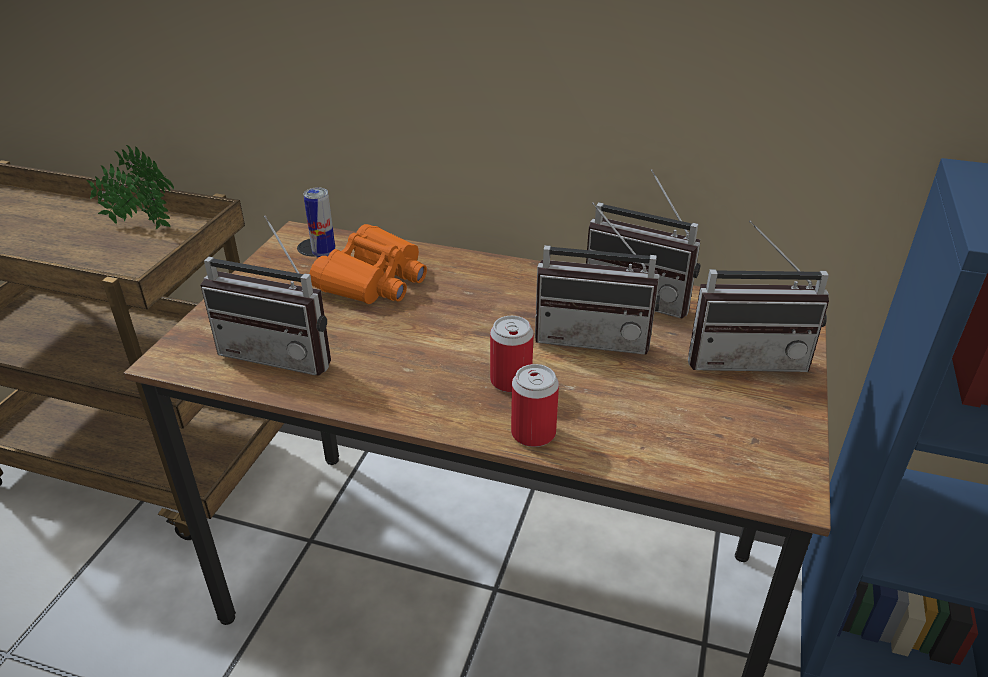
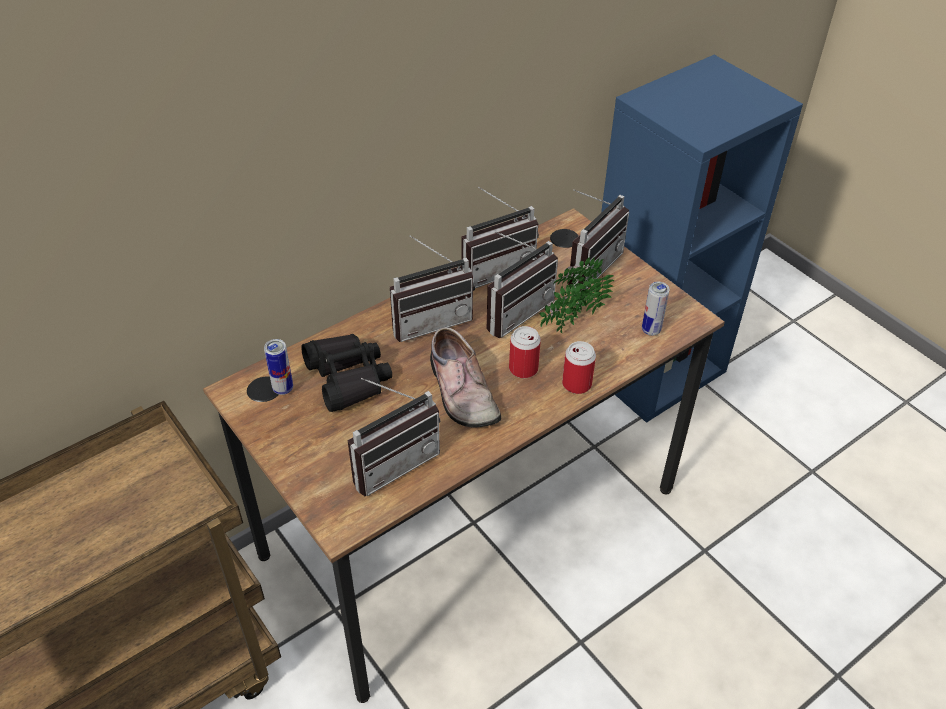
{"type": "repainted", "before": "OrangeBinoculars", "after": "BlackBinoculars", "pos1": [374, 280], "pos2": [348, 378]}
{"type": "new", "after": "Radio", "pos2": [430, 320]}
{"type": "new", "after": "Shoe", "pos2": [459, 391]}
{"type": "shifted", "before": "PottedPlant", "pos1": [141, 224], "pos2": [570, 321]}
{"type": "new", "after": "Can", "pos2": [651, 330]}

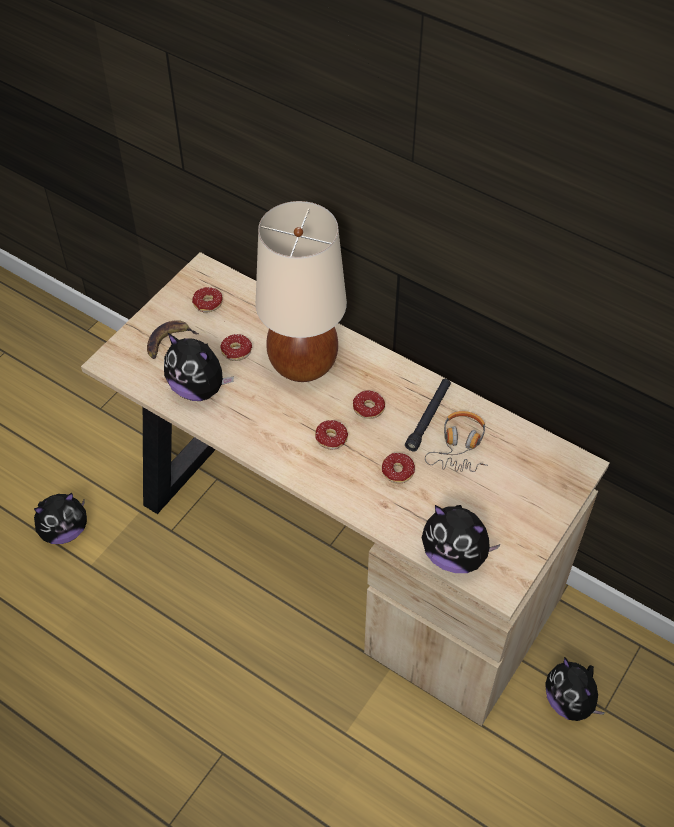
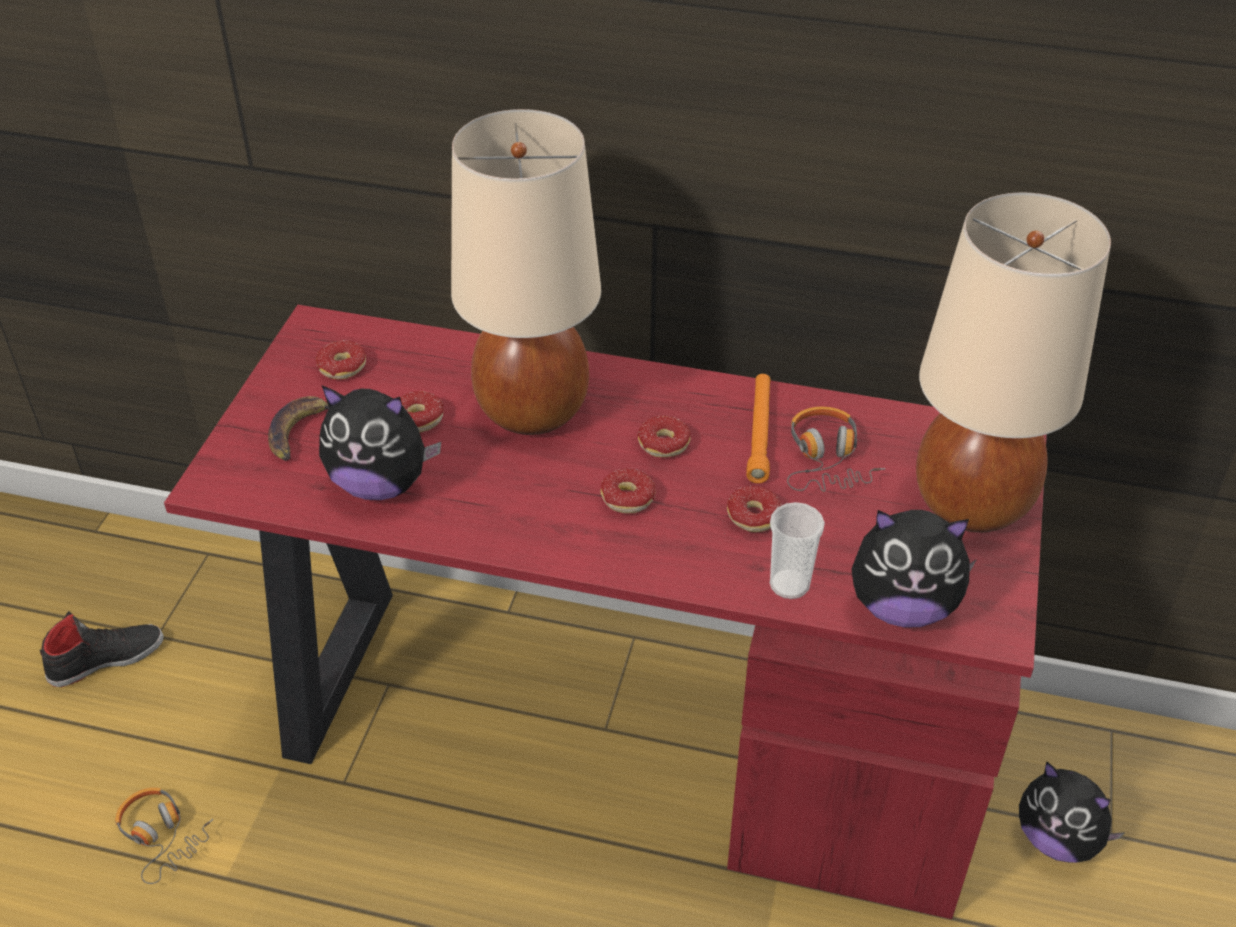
{"type": "new", "after": "BlackShoe", "pos2": [106, 658]}
{"type": "swapped", "before": "PlushToy", "after": "Headphones", "pos1": [64, 531], "pos2": [161, 836]}
{"type": "repainted", "before": "BeigeDesk", "after": "RedDesk", "pos1": [337, 547], "pos2": [618, 728]}
{"type": "repainted", "before": "BlackFlashlight", "after": "OrangeFlashlight", "pos1": [428, 417], "pos2": [759, 433]}
{"type": "new", "after": "Cup", "pos2": [789, 584]}
{"type": "new", "after": "BeigeTableLamp", "pos2": [970, 503]}

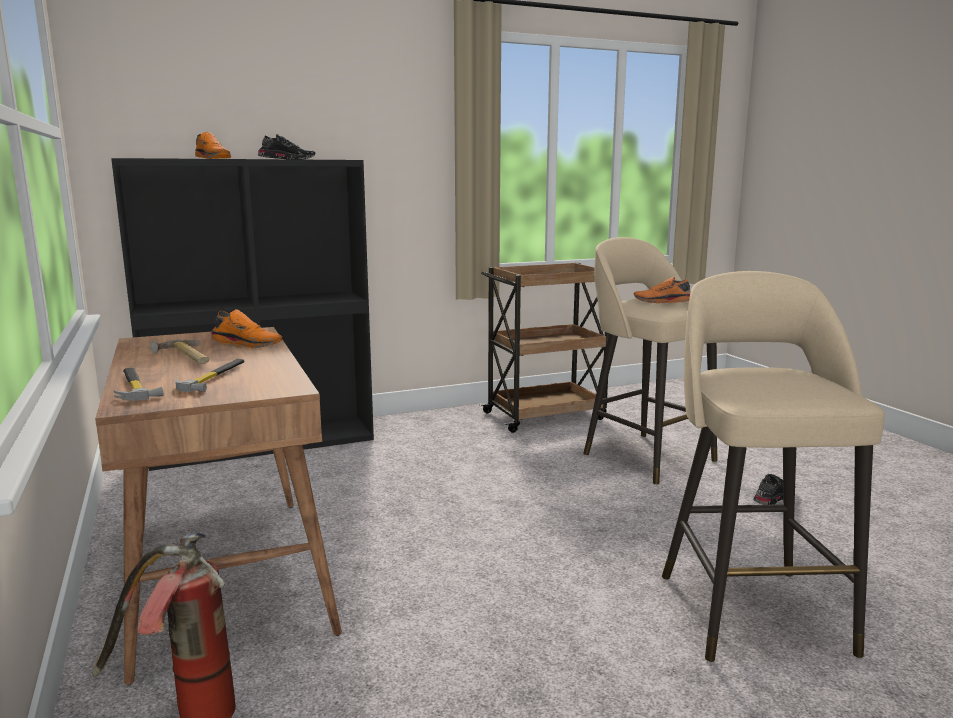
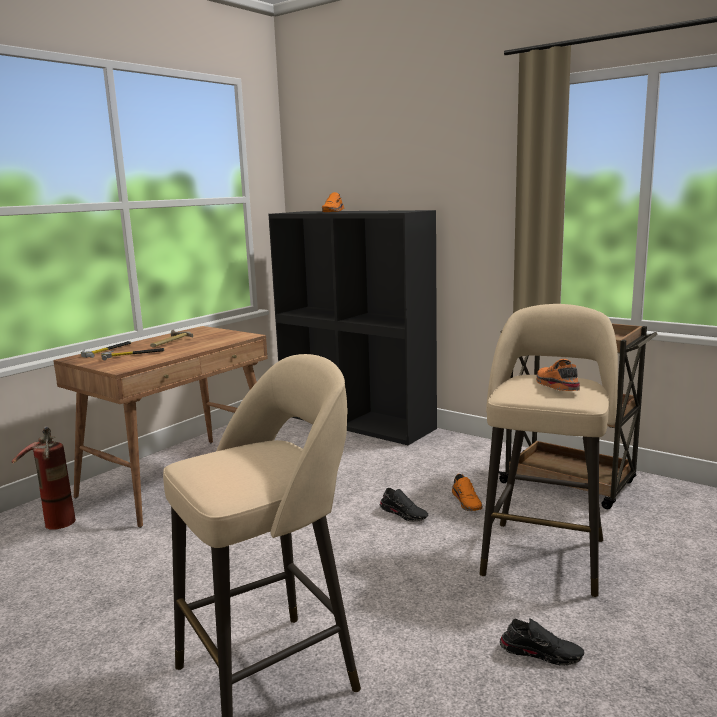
{"type": "shifted", "before": "BlackShoe", "pos1": [287, 160], "pos2": [404, 513]}
{"type": "shifted", "before": "OrangeShoe", "pos1": [248, 344], "pos2": [467, 502]}

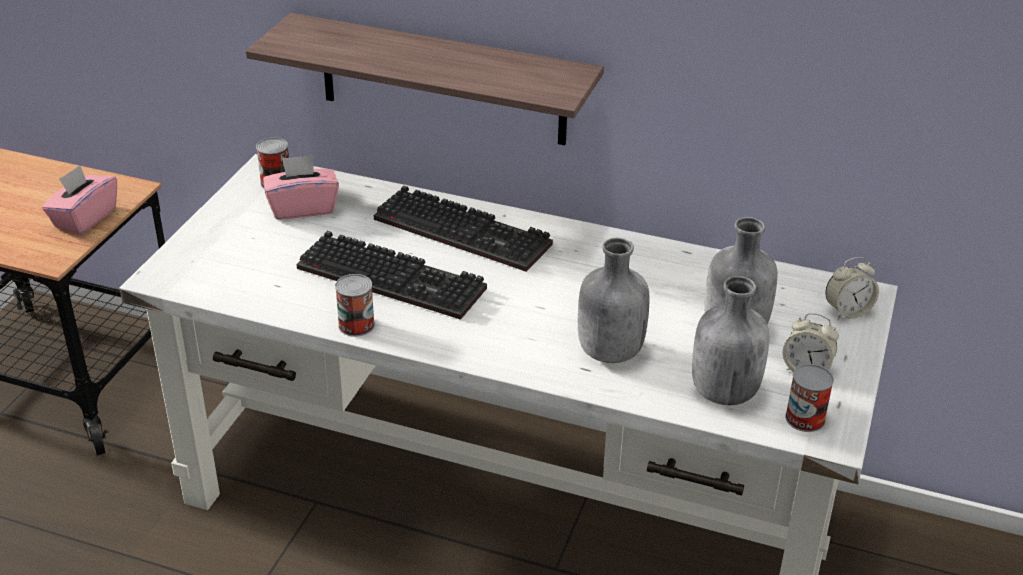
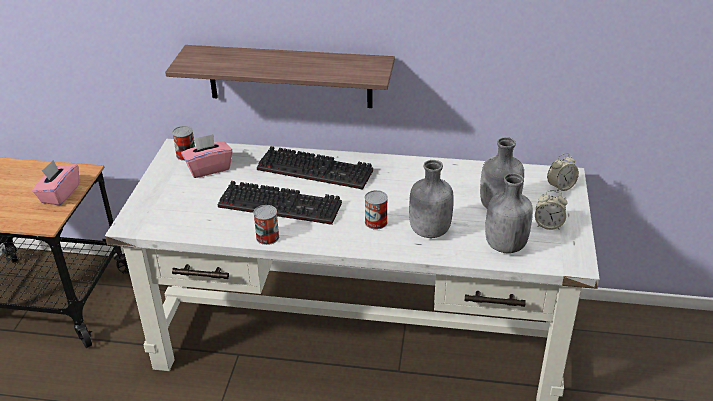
{"type": "shifted", "before": "Can", "pos1": [805, 418], "pos2": [376, 222]}

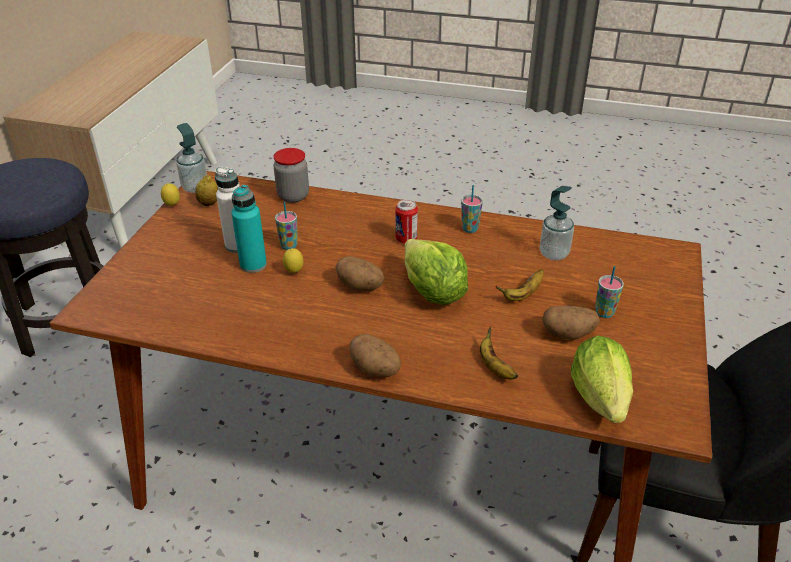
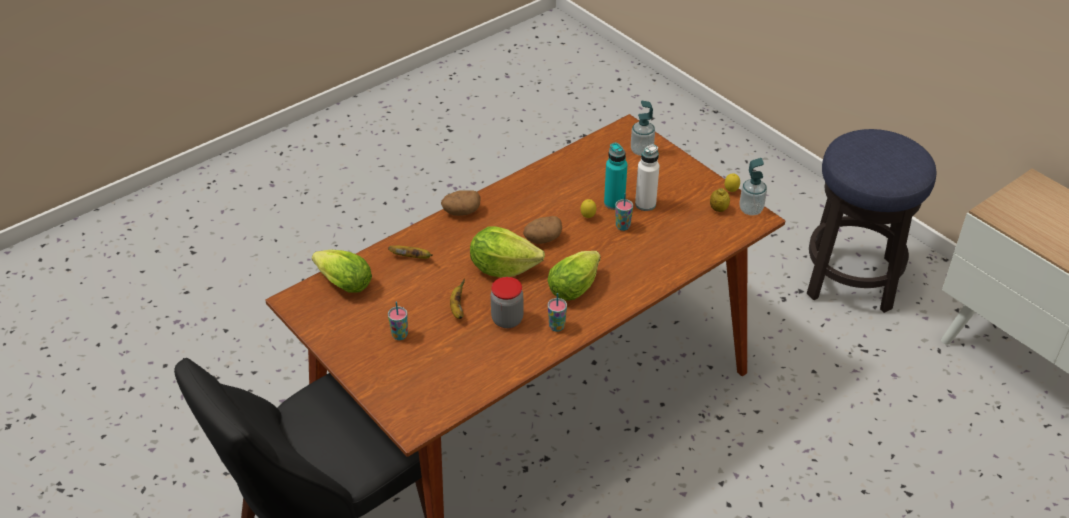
{"type": "shifted", "before": "Jar", "pos1": [293, 196], "pos2": [507, 319]}
{"type": "swapped", "before": "Can", "after": "Lettuce", "pos1": [406, 239], "pos2": [576, 286]}
{"type": "shifted", "before": "SoapDispenser", "pos1": [554, 254], "pos2": [641, 151]}
{"type": "gone", "before": "Potato", "pos1": [568, 334]}

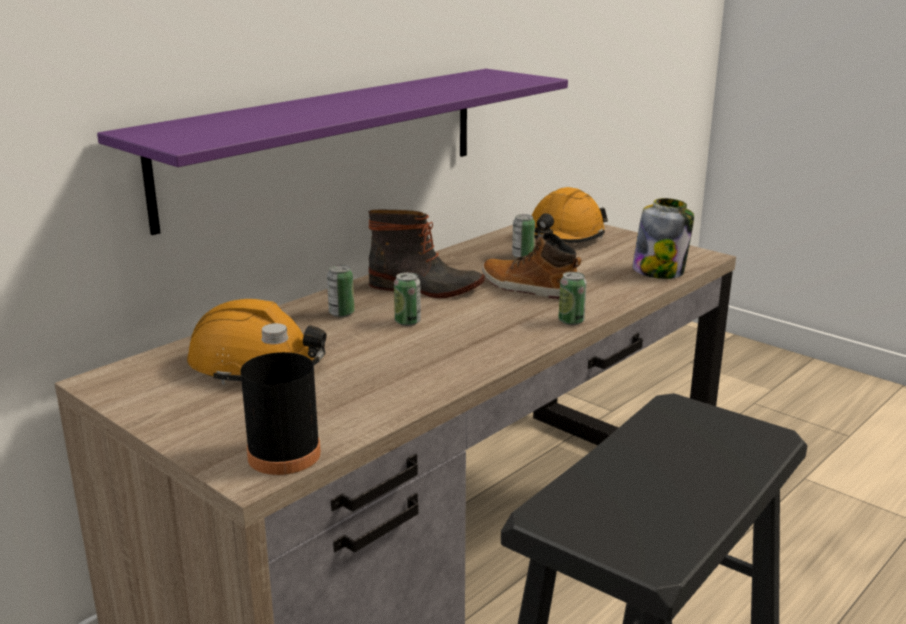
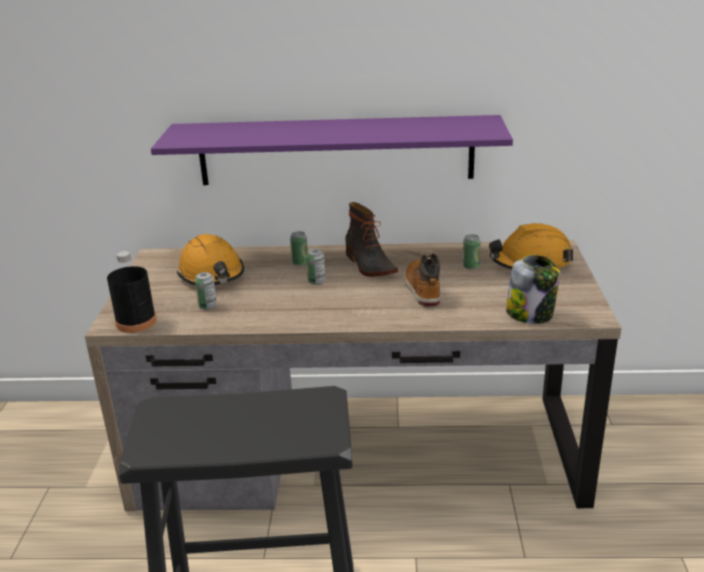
{"type": "shifted", "before": "Can", "pos1": [571, 321], "pos2": [207, 306]}

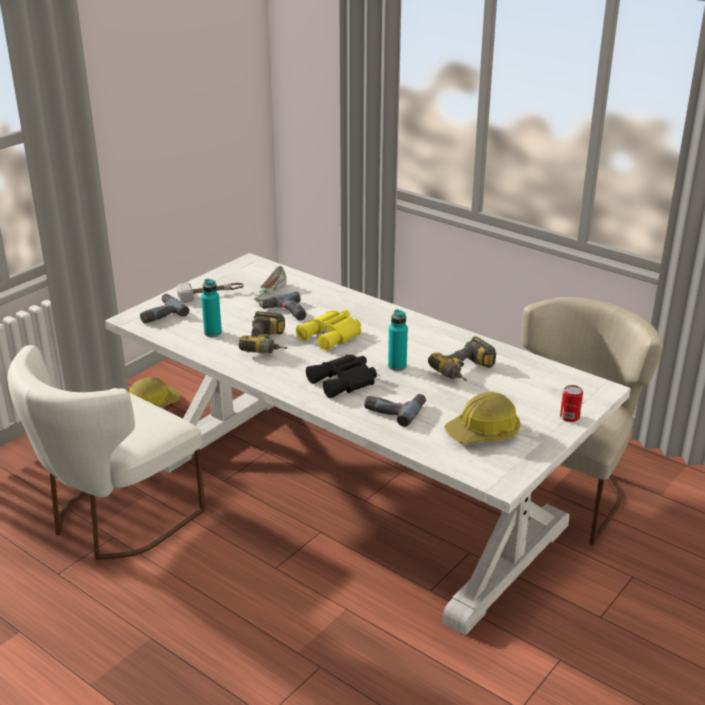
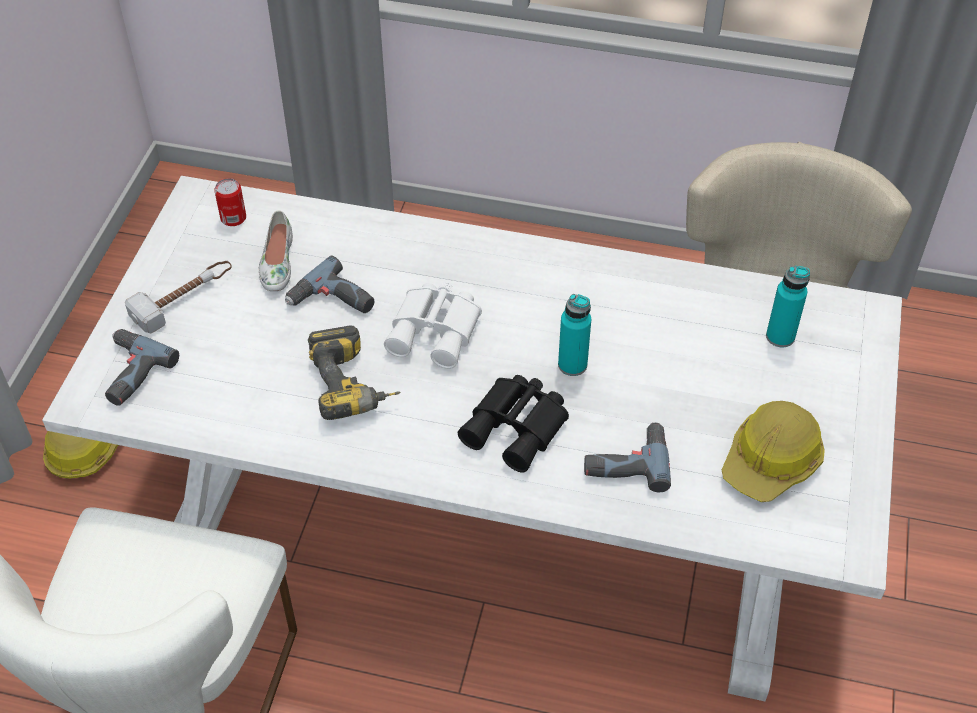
{"type": "shifted", "before": "Can", "pos1": [569, 417], "pos2": [233, 218]}
{"type": "repainted", "before": "YellowBinoculars", "after": "WhiteBinoculars", "pos1": [332, 336], "pos2": [437, 330]}
{"type": "shifted", "before": "TurquoiseBottle", "pos1": [213, 333], "pos2": [780, 336]}
{"type": "gone", "before": "PowerDrill", "pos1": [466, 372]}

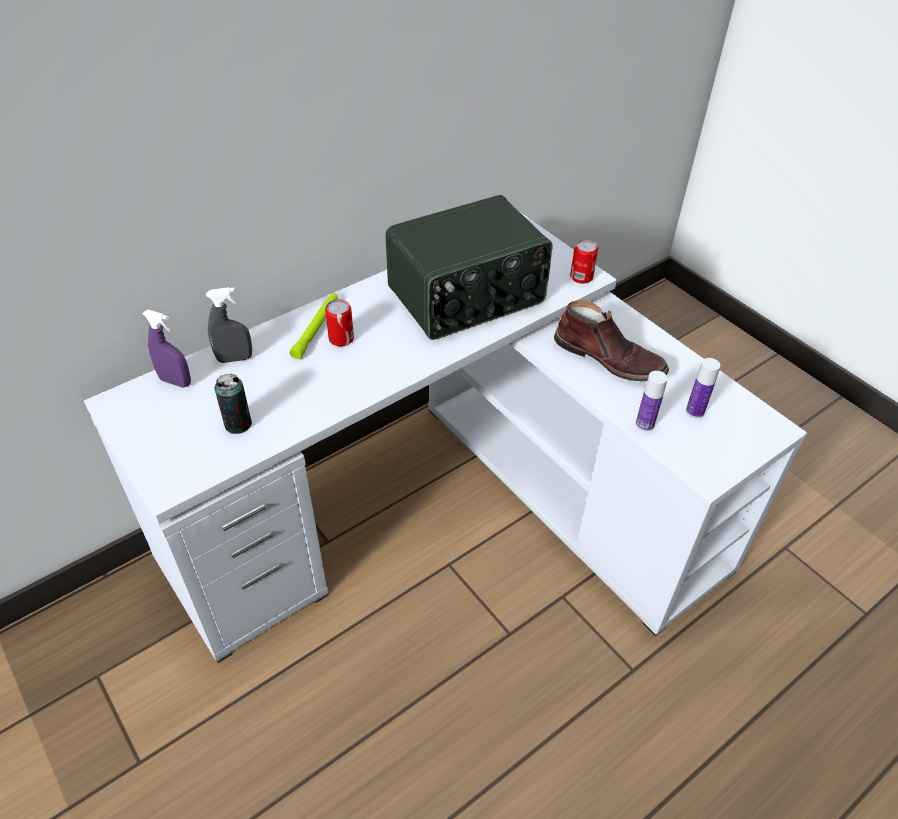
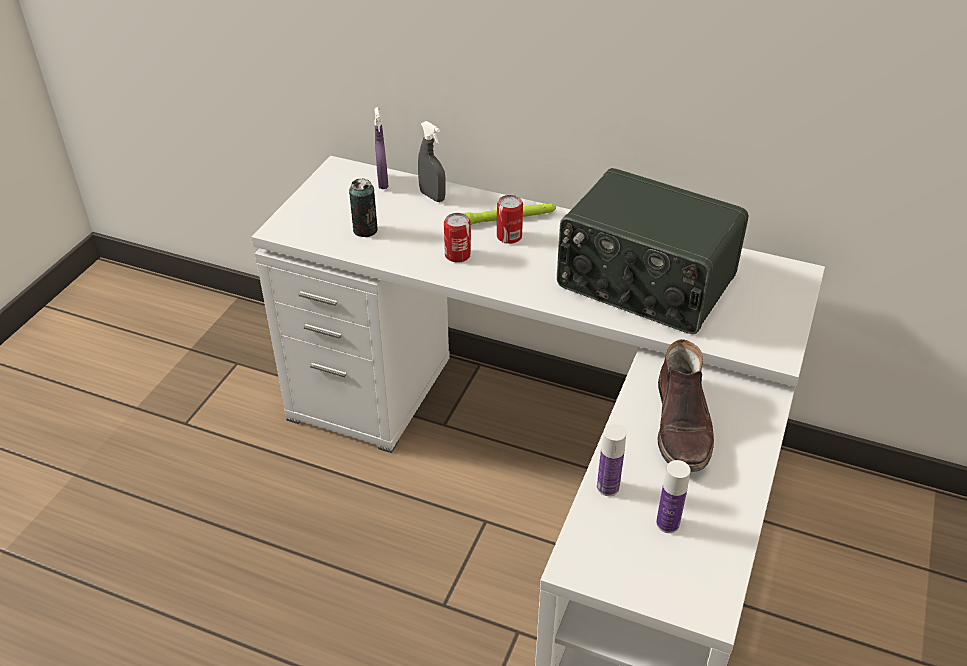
{"type": "shifted", "before": "Can", "pos1": [581, 277], "pos2": [457, 255]}

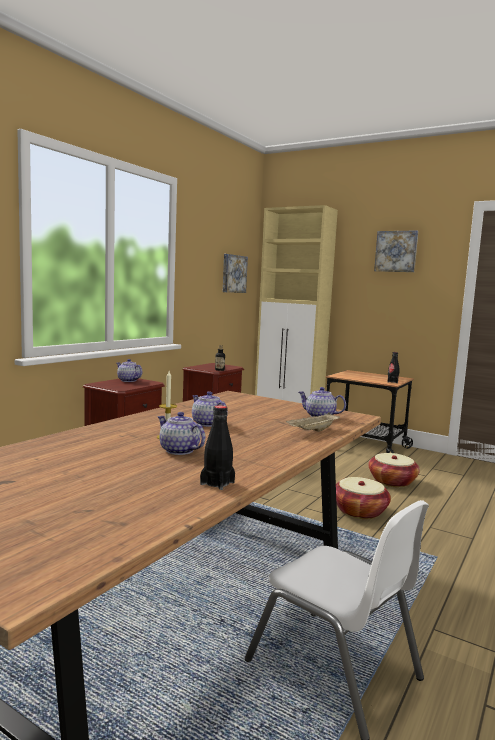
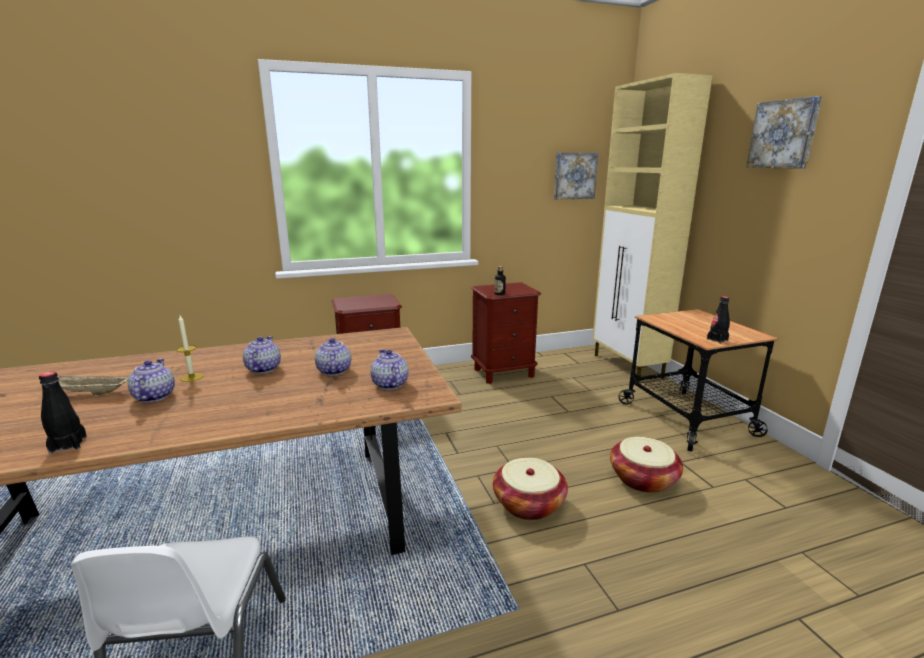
{"type": "shifted", "before": "BeigeTray", "pos1": [313, 431], "pos2": [91, 393]}
{"type": "shifted", "before": "Teapot", "pos1": [128, 380], "pos2": [333, 371]}

